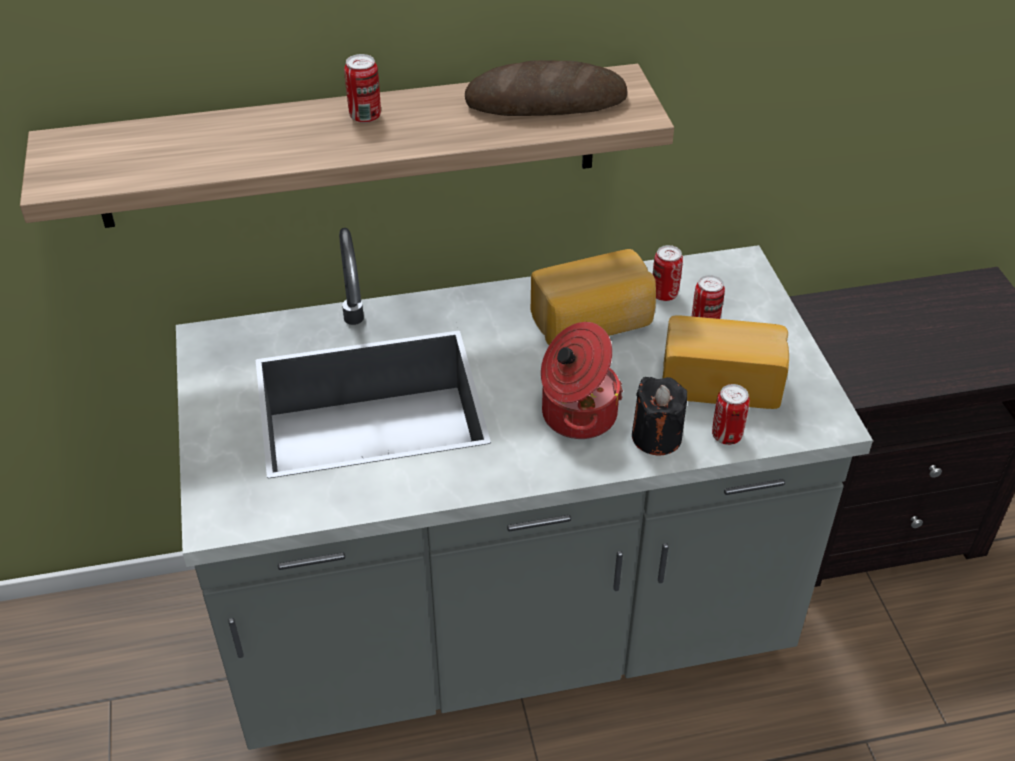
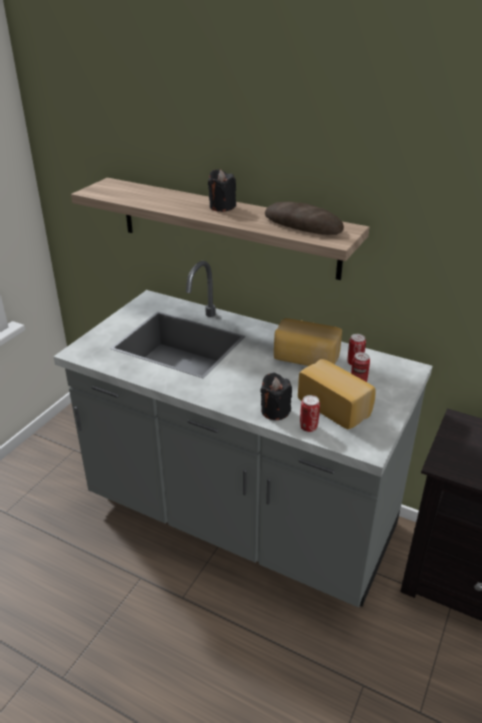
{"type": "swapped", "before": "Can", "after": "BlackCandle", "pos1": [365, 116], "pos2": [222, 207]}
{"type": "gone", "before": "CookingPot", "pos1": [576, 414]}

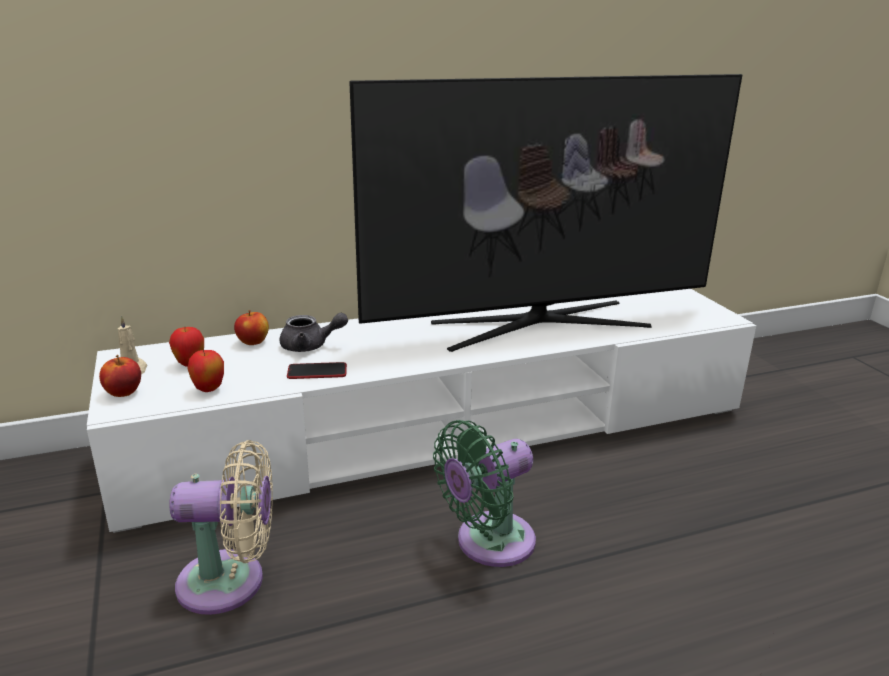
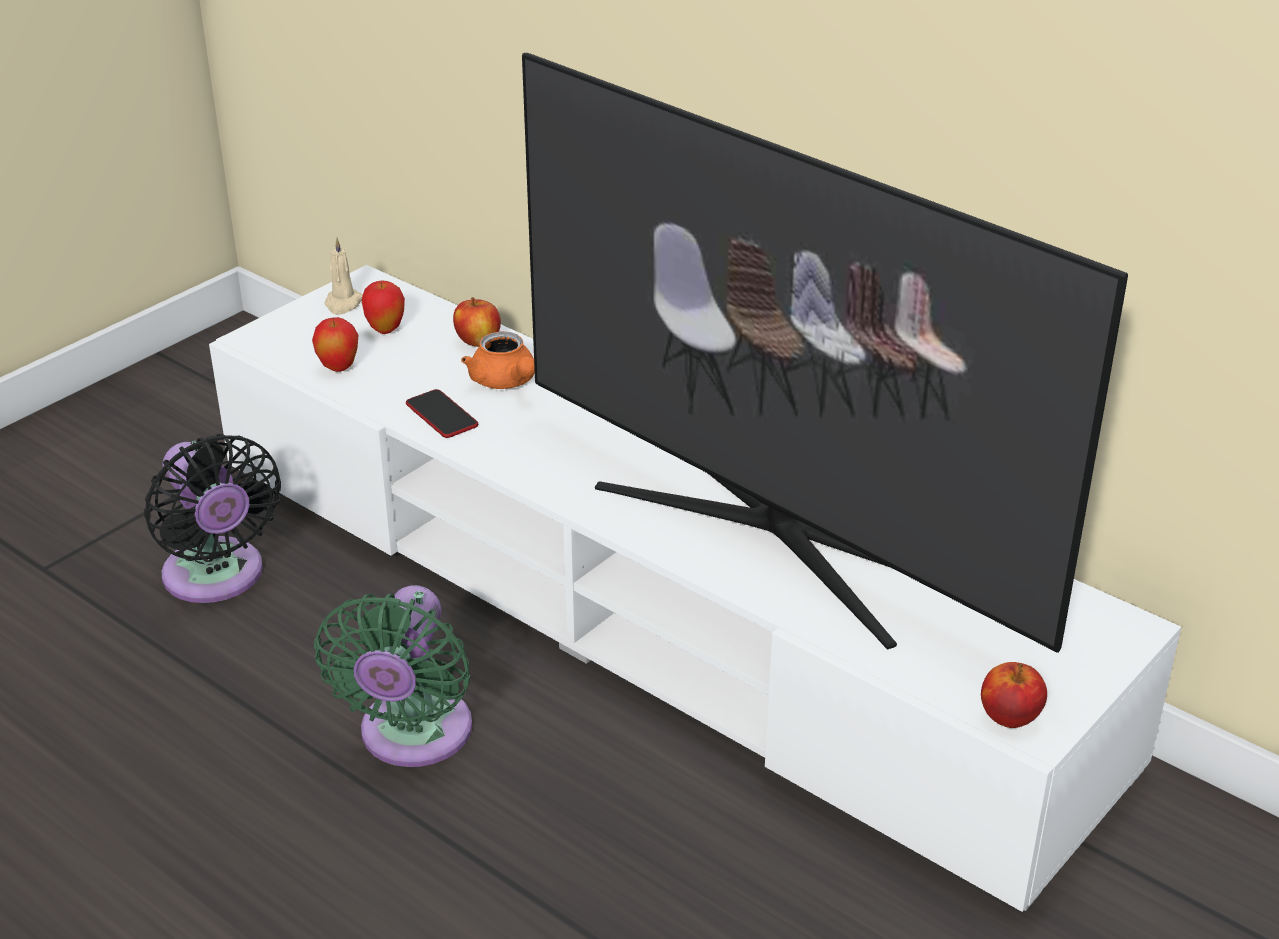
{"type": "repainted", "before": "BeigeFan", "after": "BlackFan", "pos1": [230, 582], "pos2": [217, 578]}
{"type": "rotated", "before": "GreenFan", "pos1": [488, 543], "pos2": [412, 737], "turn": -105}
{"type": "repainted", "before": "GreyTeapot", "after": "OrangeTeapot", "pos1": [310, 346], "pos2": [506, 382]}
{"type": "shifted", "before": "Apple", "pos1": [123, 393], "pos2": [1009, 717]}

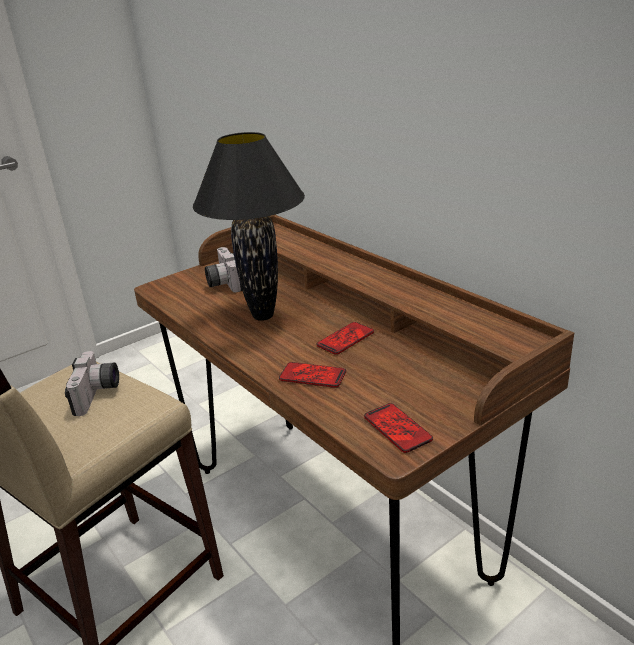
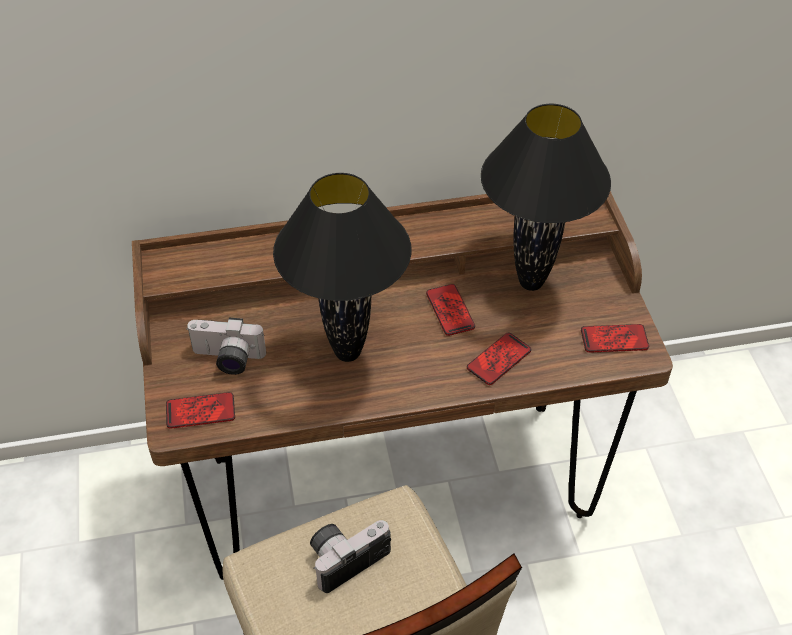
{"type": "new", "after": "Phone", "pos2": [200, 411]}
{"type": "rotated", "before": "PhotoCamera", "pos1": [98, 395], "pos2": [346, 556], "turn": -60}
{"type": "new", "after": "BlackTableLamp", "pos2": [531, 281]}

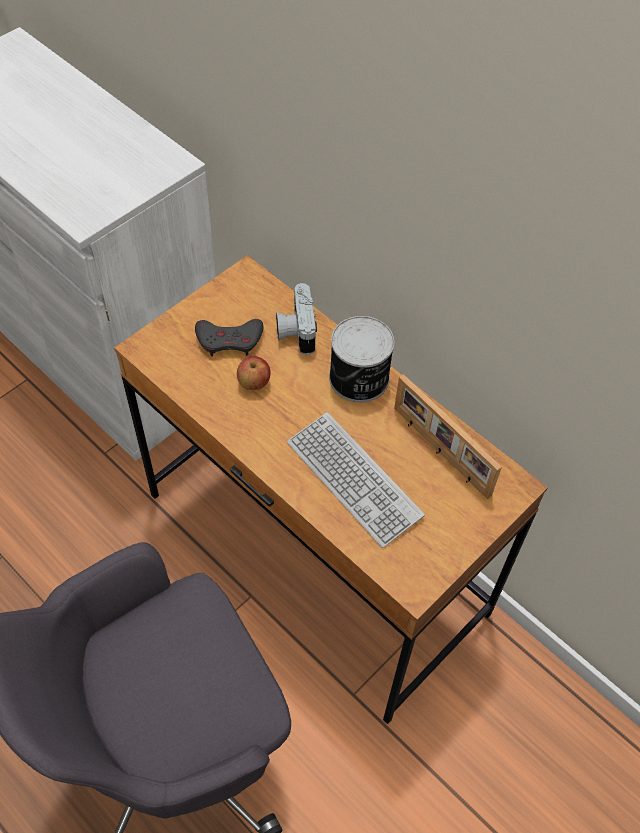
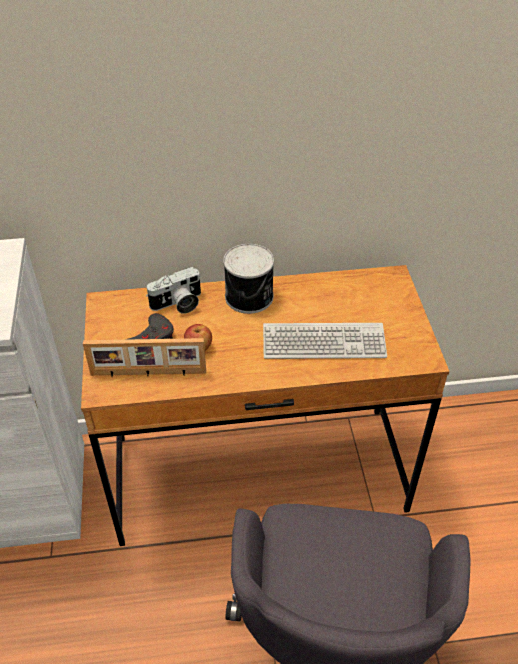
{"type": "shifted", "before": "PictureFrame", "pos1": [439, 452], "pos2": [148, 374]}
{"type": "rotated", "before": "PhotoCamera", "pos1": [295, 330], "pos2": [178, 304], "turn": -60}

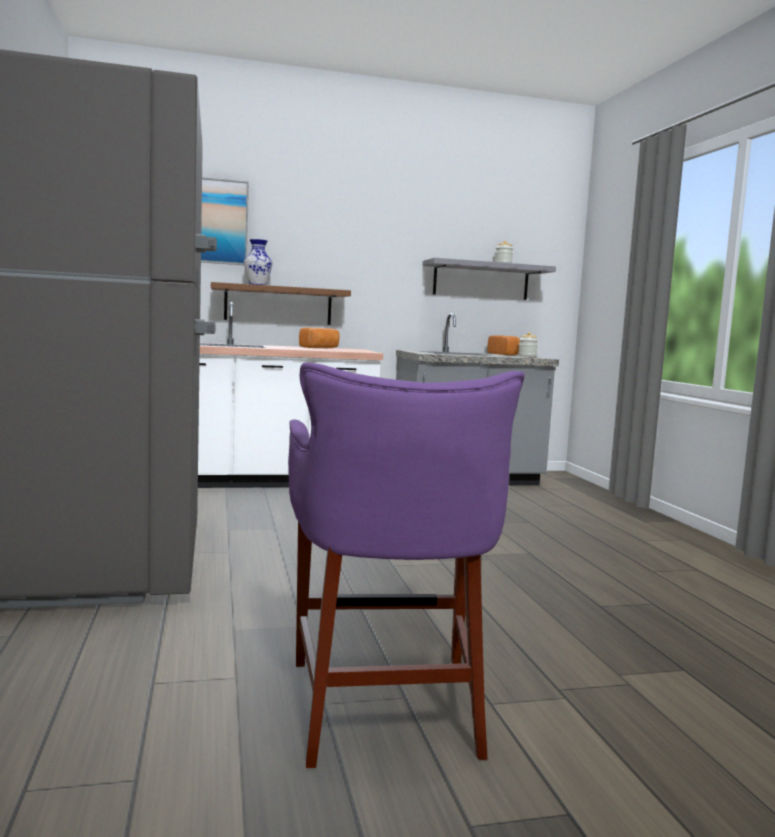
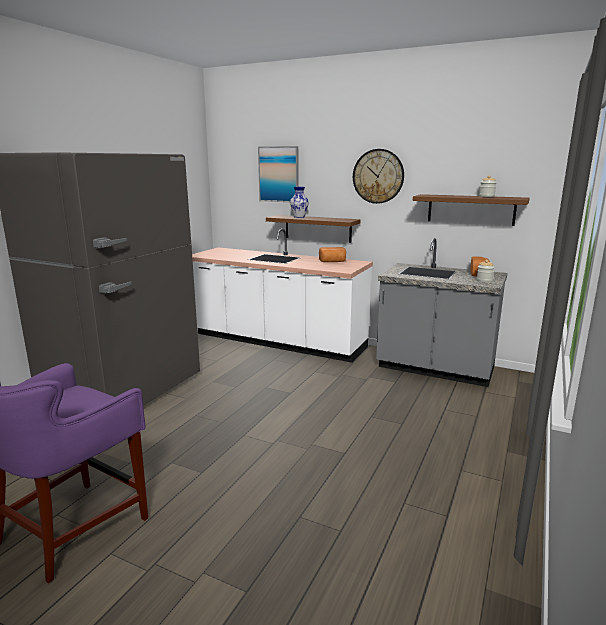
{"type": "new", "after": "WallClock", "pos2": [378, 176]}
{"type": "repainted", "before": "GreyShelf", "after": "BrownShelf", "pos1": [481, 281], "pos2": [471, 209]}

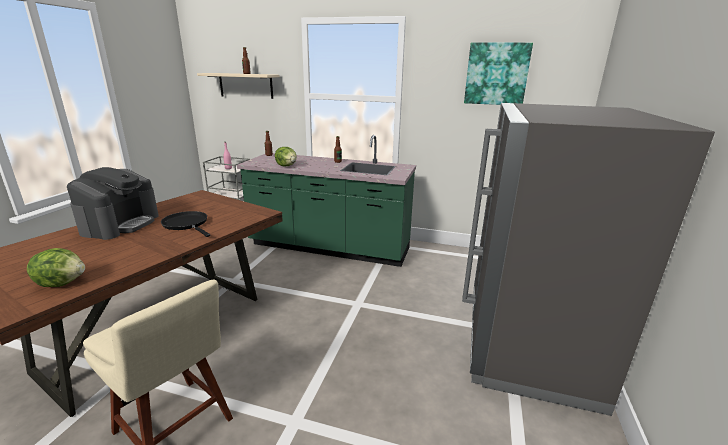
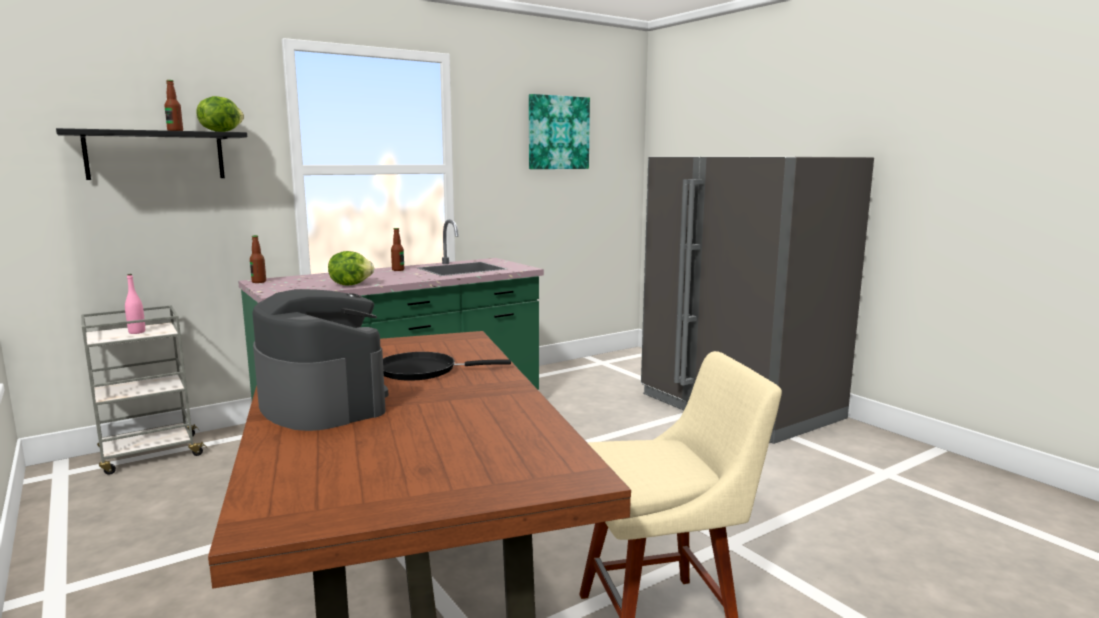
{"type": "repainted", "before": "BeigeShelf", "after": "BlackShelf", "pos1": [246, 85], "pos2": [155, 155]}
{"type": "shifted", "before": "Lettuce", "pos1": [62, 283], "pos2": [220, 132]}

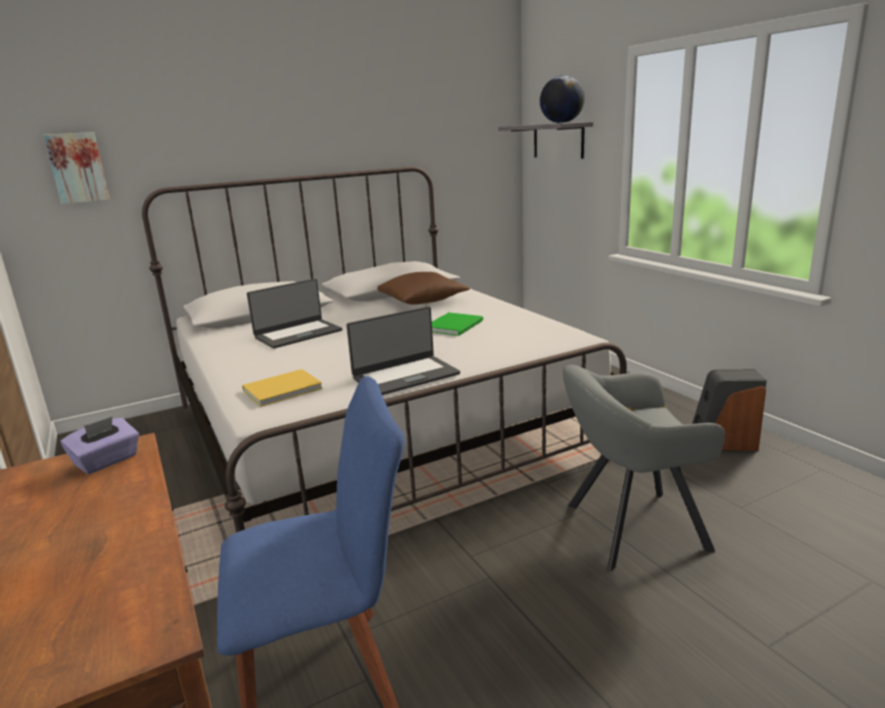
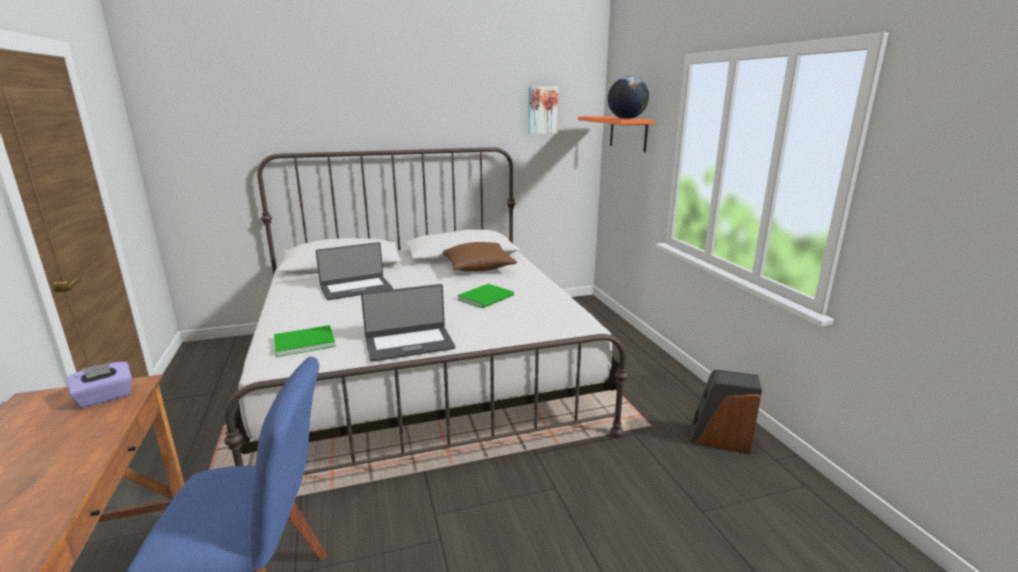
{"type": "repainted", "before": "YellowBook", "after": "GreenBook", "pos1": [280, 389], "pos2": [302, 342]}
{"type": "shifted", "before": "Picture", "pos1": [77, 168], "pos2": [542, 110]}
{"type": "repainted", "before": "GreyShelf", "after": "OrangeShelf", "pos1": [558, 140], "pos2": [628, 133]}
{"type": "gone", "before": "GreyArmchair", "pos1": [629, 528]}

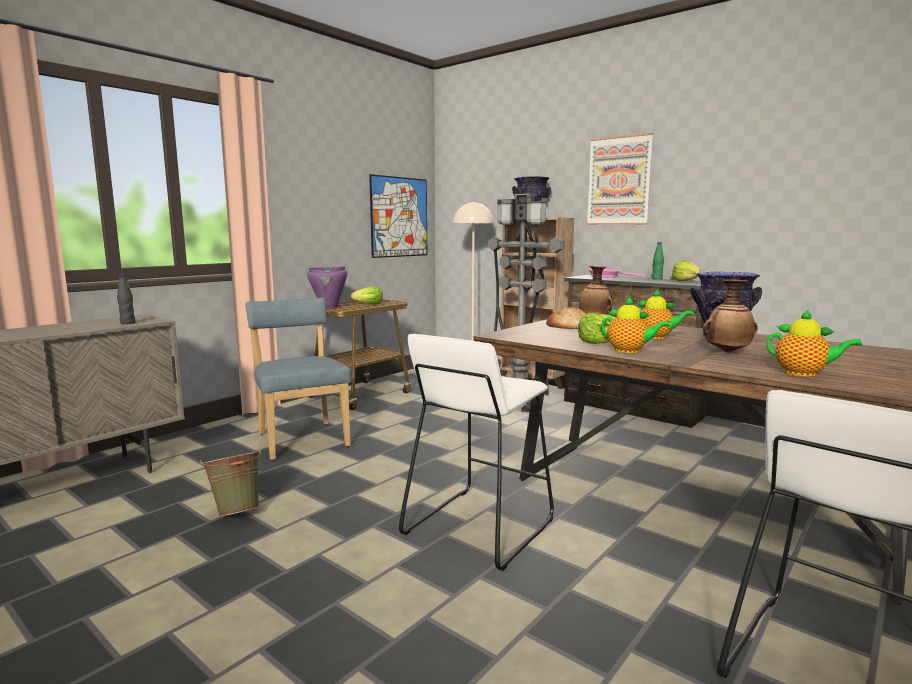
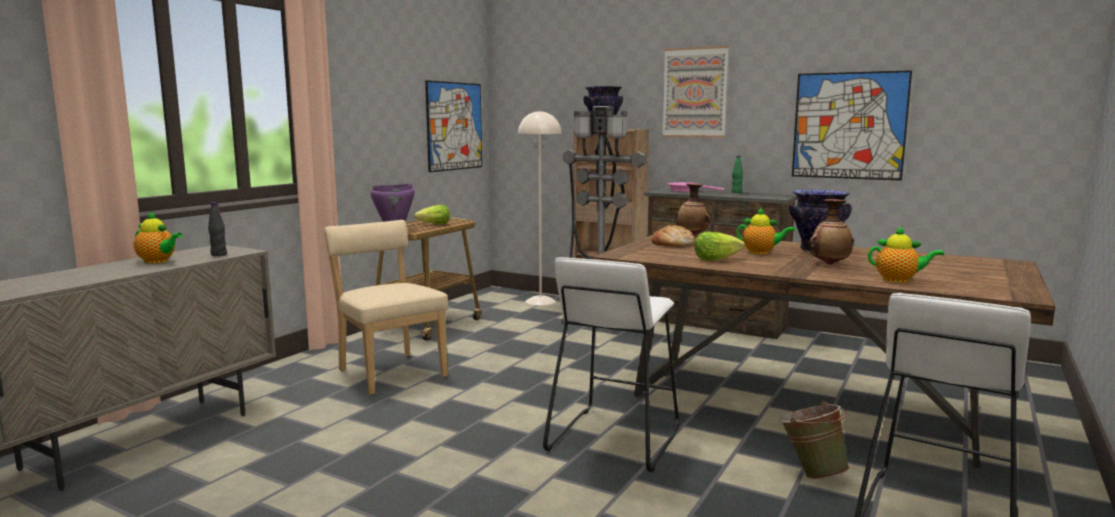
{"type": "shifted", "before": "Teapot", "pos1": [630, 351], "pos2": [158, 261]}
{"type": "repainted", "before": "BlueChair", "after": "BeigeChair", "pos1": [301, 438], "pos2": [389, 372]}
{"type": "shifted", "before": "GreenBucket", "pos1": [237, 511], "pos2": [811, 473]}
{"type": "new", "after": "Picture", "pos2": [849, 126]}
{"type": "gone", "before": "Lettuce", "pos1": [686, 281]}

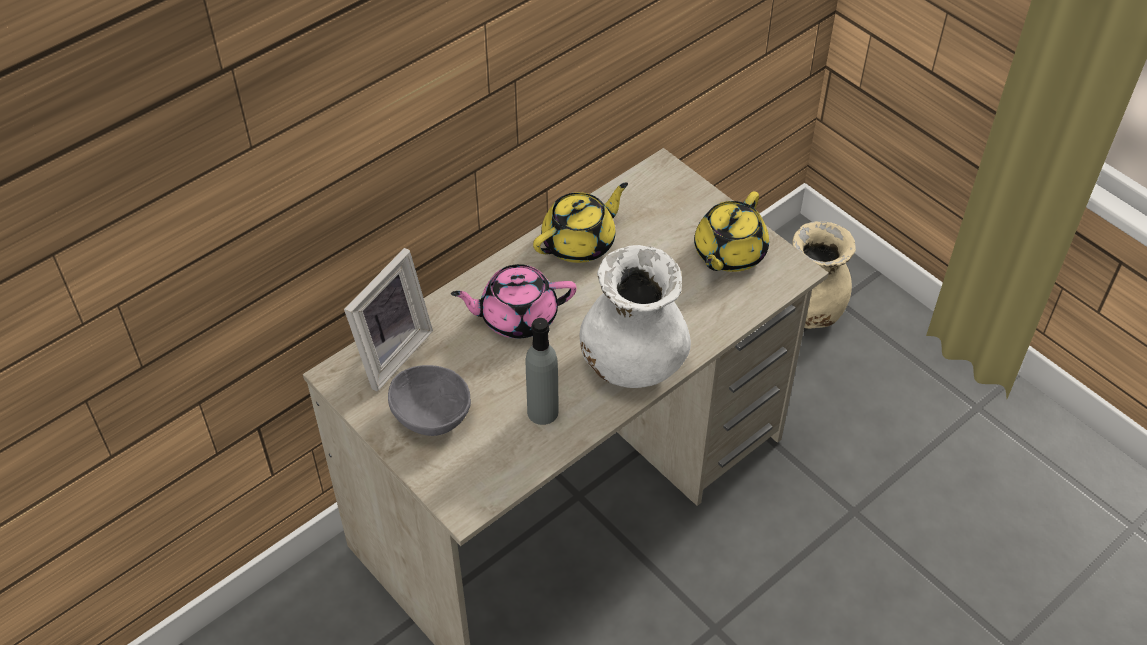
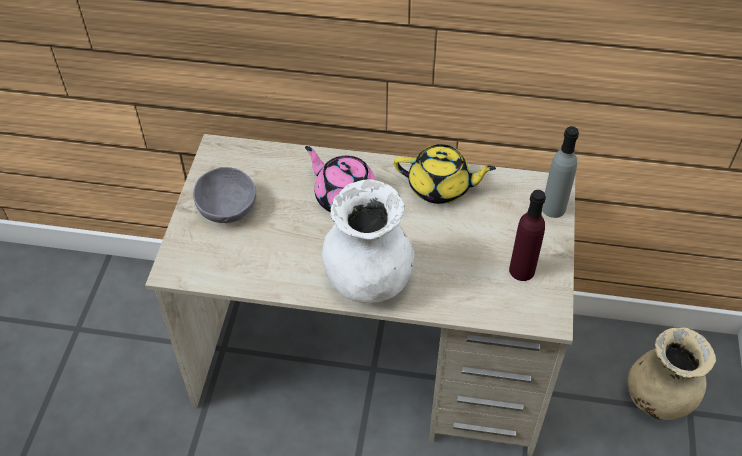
{"type": "swapped", "before": "YellowTeapot", "after": "PurpleBottle", "pos1": [728, 253], "pos2": [522, 270]}
{"type": "shifted", "before": "GreyBottle", "pos1": [542, 412], "pos2": [553, 208]}
{"type": "gone", "before": "PictureFrame", "pos1": [389, 352]}

